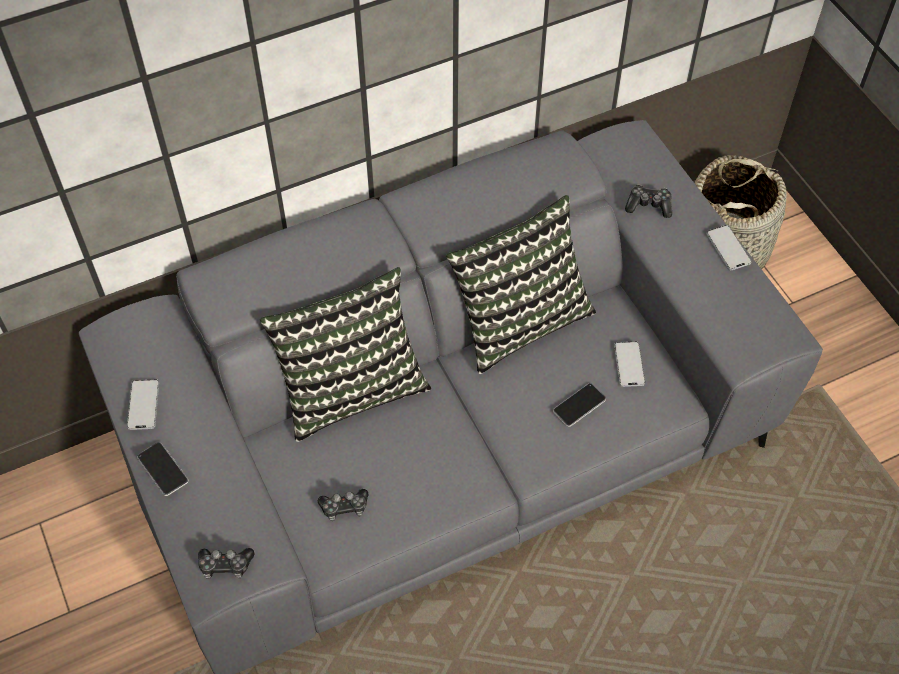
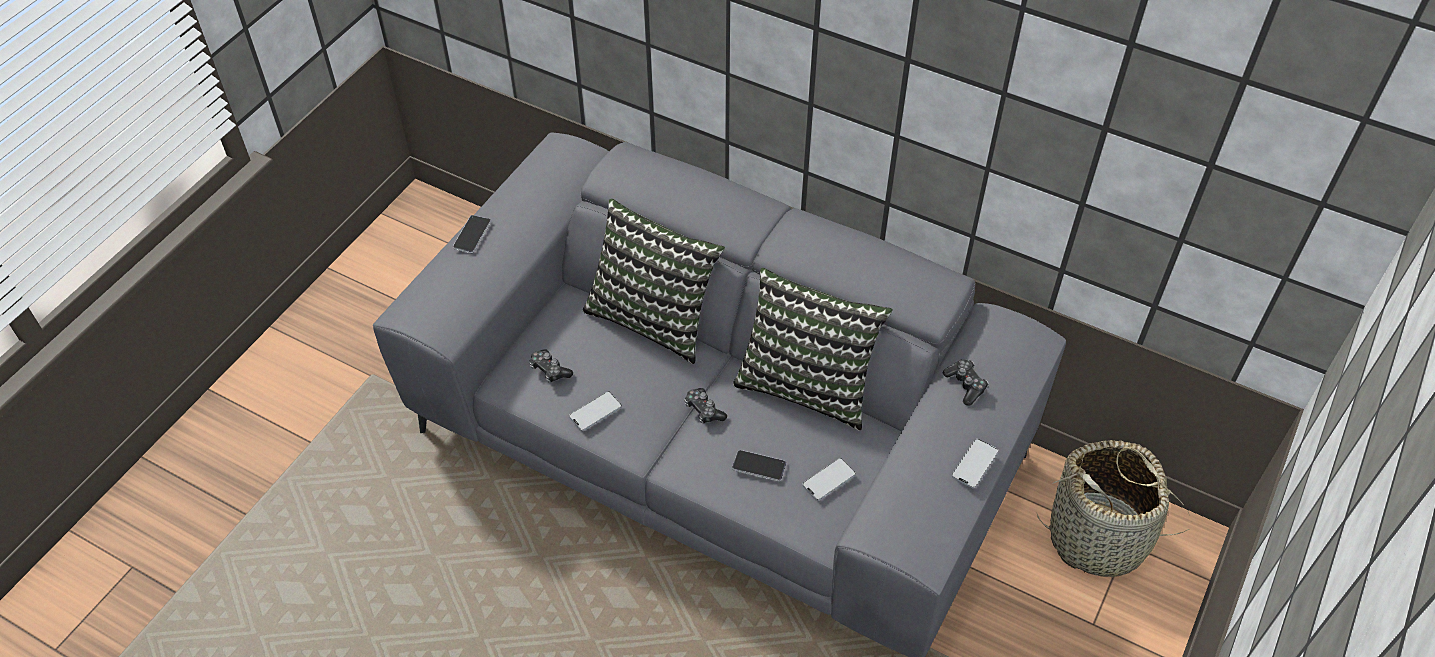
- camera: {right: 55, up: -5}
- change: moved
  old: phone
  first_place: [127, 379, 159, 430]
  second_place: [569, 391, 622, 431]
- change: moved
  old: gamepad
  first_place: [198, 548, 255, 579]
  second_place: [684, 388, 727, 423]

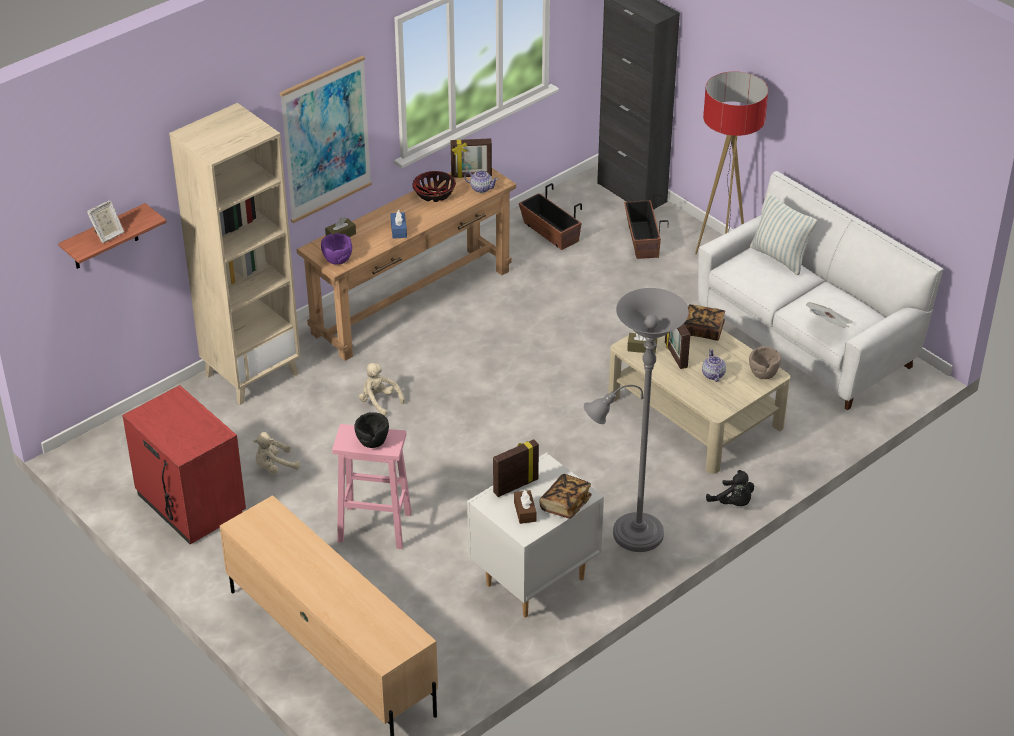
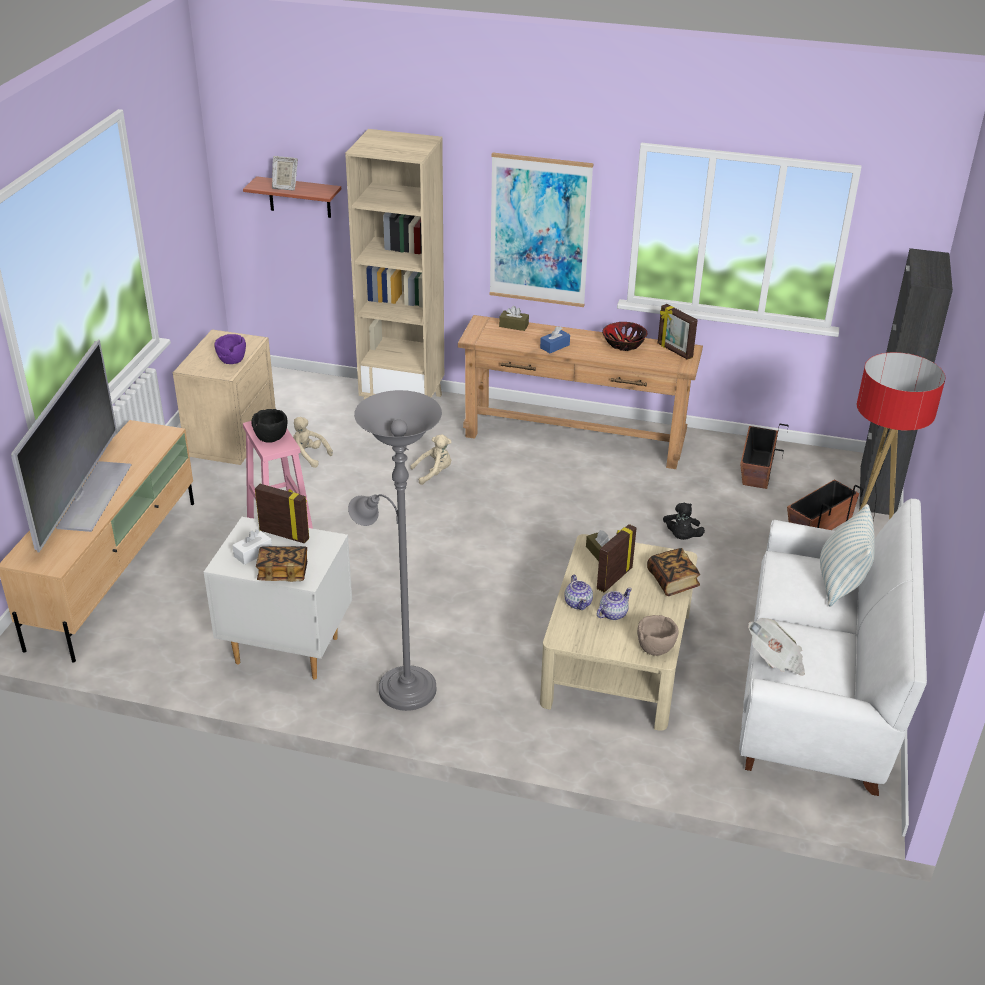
- camera: {right: 55, up: -5}
- change: added
  new: TV
  second_place: [11, 340, 132, 553]
- change: moved
  old: purplish serving bowl
  first_place: [321, 233, 352, 264]
  second_place: [214, 334, 246, 364]
- change: moved
  old: pot for tea
  first_place: [464, 170, 498, 193]
  second_place: [564, 575, 593, 610]
- change: moved
  old: black cuddly toy
  first_place: [706, 470, 754, 506]
  second_place: [663, 502, 705, 540]
- change: recoloured
  old: red bedside table
  new: beige bedside table
  first_place: [122, 385, 246, 544]
  second_place: [173, 330, 276, 465]
- change: recoloured
  old: brown tissue holder
  new: white-coloured tissue holder
  first_place: [514, 489, 536, 524]
  second_place: [232, 530, 272, 565]
- change: turned
  old: beige cuddly toy
  first_place: [359, 363, 405, 416]
  second_place: [410, 434, 451, 485]
  degrees: 60

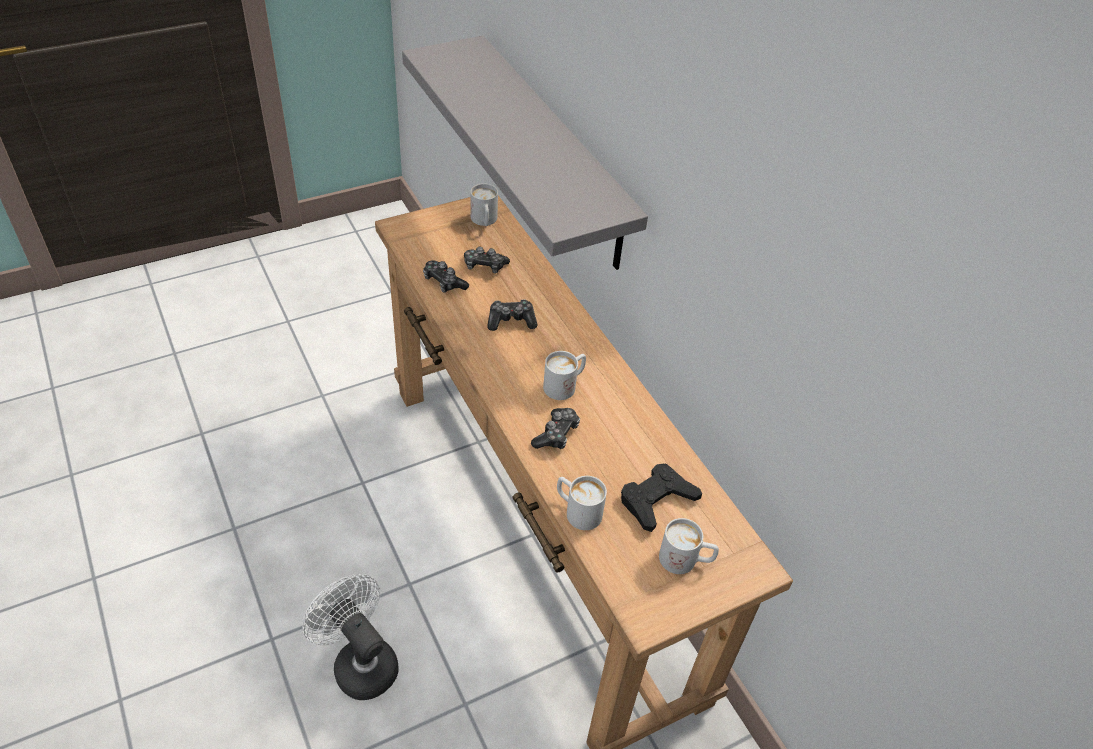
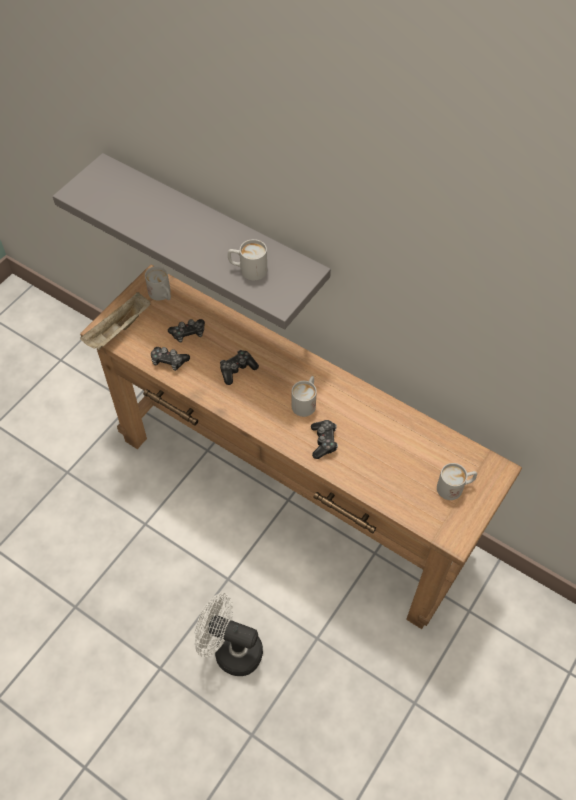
- camera: {right: -25, up: 10}
- change: removed
  old: black gamepad
  first_place: [621, 463, 702, 532]
- change: added
  new: beige carrying tray
  second_place: [80, 292, 151, 350]
- change: moved
  old: white-coloured coffee mug
  first_place: [557, 476, 607, 530]
  second_place: [228, 239, 267, 280]

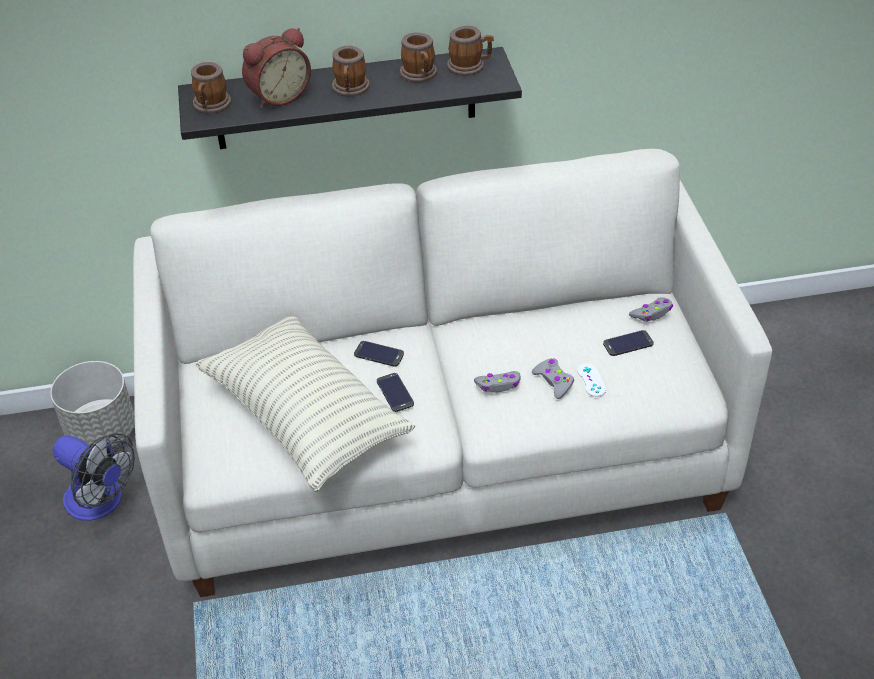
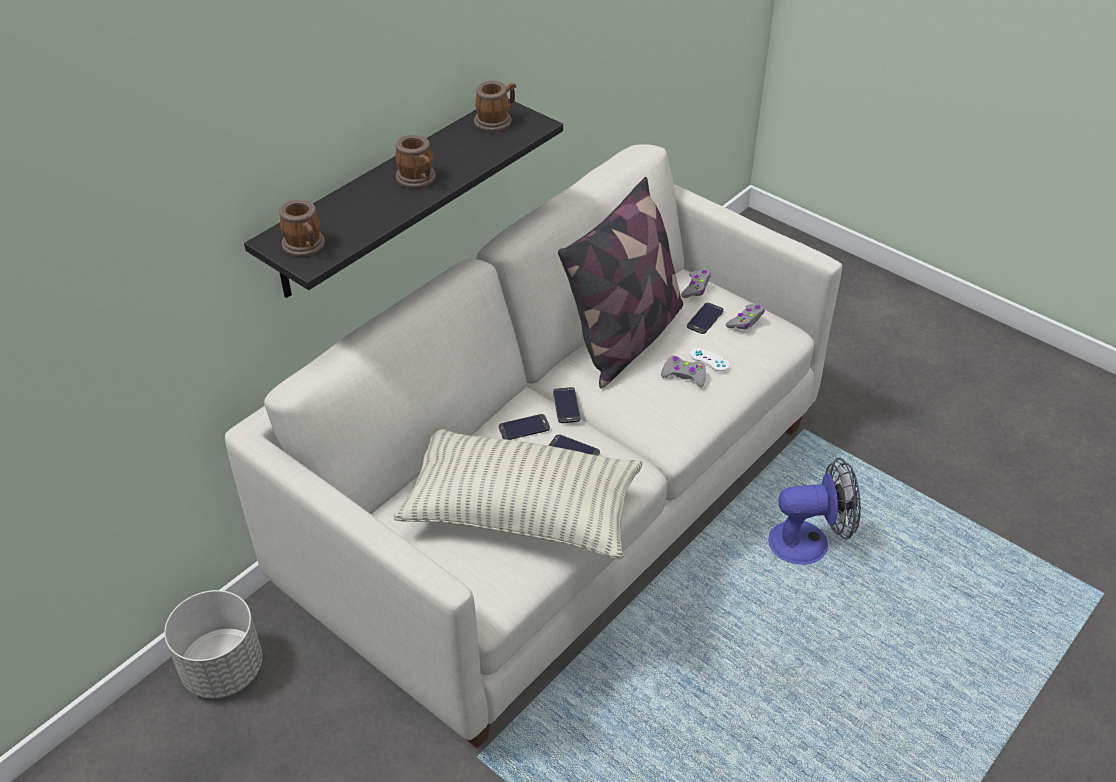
- camera: {right: -40, up: 0}
- change: removed
  old: bedside clock
  first_place: [242, 28, 311, 108]
- change: removed
  old: coffee mug
  first_place: [400, 32, 437, 83]
- change: added
  new: phone
  second_place: [553, 387, 580, 423]
- change: added
  new: pillow
  second_place: [558, 177, 683, 389]
- change: moved
  old: electric fan
  first_place: [53, 433, 135, 521]
  second_place: [768, 458, 861, 565]
- change: moved
  old: greyish gamepad
  first_place: [474, 371, 521, 393]
  second_place: [725, 304, 764, 329]

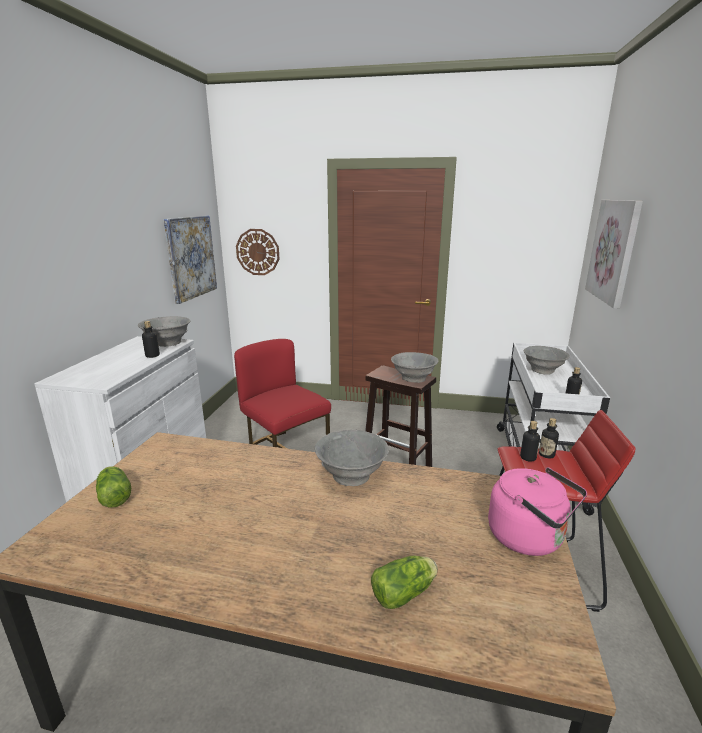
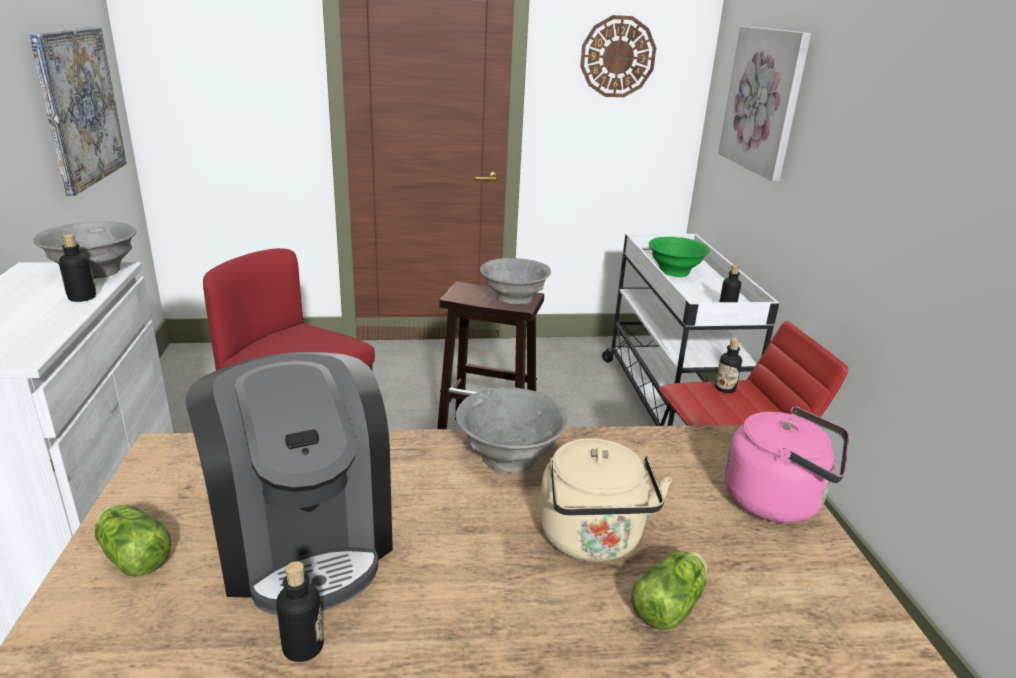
- camera: {right: -20, up: 5}
- change: added
  new: coffee machine
  second_place: [186, 352, 393, 614]
- change: added
  new: beige tea kettle
  second_place: [539, 438, 672, 562]
- change: moved
  old: wall clock
  first_place: [236, 229, 279, 275]
  second_place: [580, 15, 656, 97]
- change: moved
  old: bottle
  first_place: [520, 421, 540, 462]
  second_place: [276, 561, 324, 662]
- change: recoloured
  old: greyish serving bowl
  new: green-coloured serving bowl
  first_place: [524, 346, 570, 375]
  second_place: [649, 237, 710, 277]

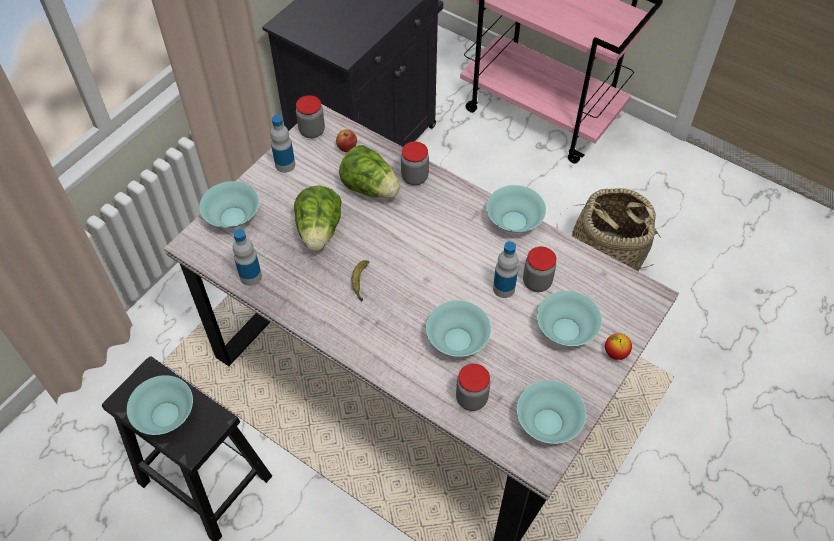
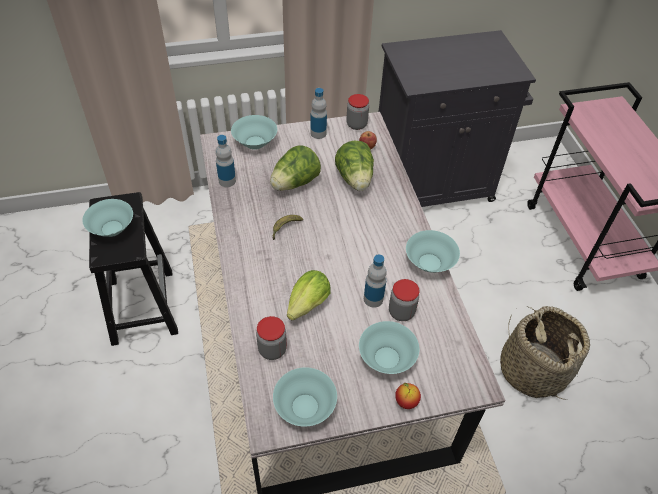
- camera: {right: 40, up: -5}
- change: removed
  old: storage jar
  first_place: [401, 141, 429, 185]
- change: replaced
  old: turquoise serving bowl
  new: lettuce
  first_place: [426, 300, 491, 357]
  second_place: [287, 270, 330, 320]

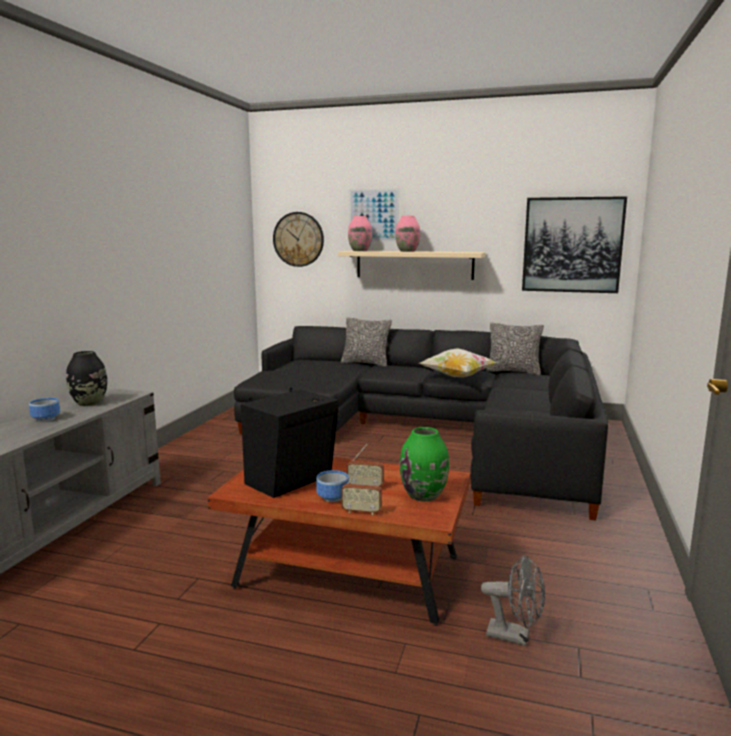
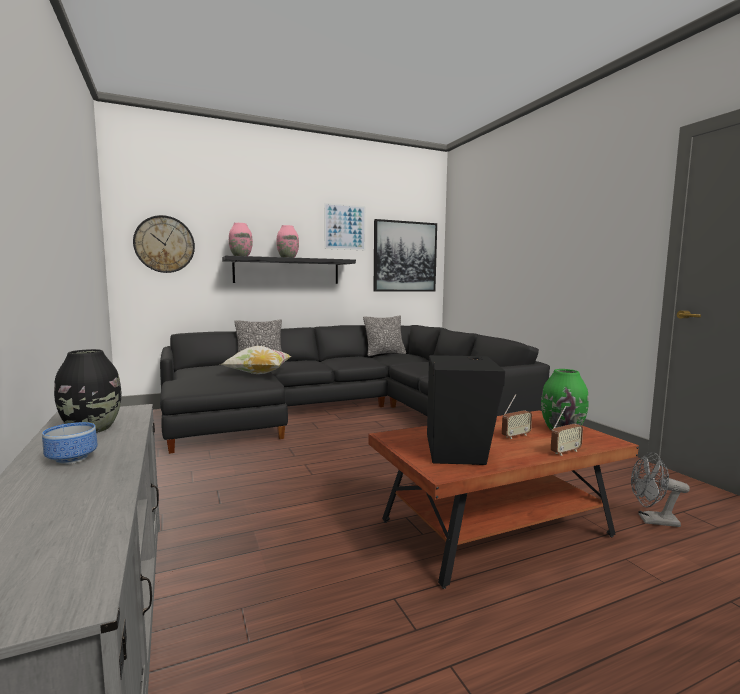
- camera: {right: -40, up: -5}
- change: removed
  old: serving bowl
  first_place: [316, 470, 349, 502]
- change: moved
  old: wall picture
  first_place: [349, 188, 399, 242]
  second_place: [324, 203, 366, 250]
- change: moved
  old: pillow
  first_place: [420, 348, 497, 377]
  second_place: [221, 346, 291, 374]
- change: recoloured
  old: beige shelf
  new: black shelf
  first_place: [338, 251, 486, 280]
  second_place: [222, 256, 356, 284]
- change: turned
  old: greyish electric fan
  first_place: [481, 555, 545, 646]
  second_place: [631, 452, 690, 527]
  degrees: -150

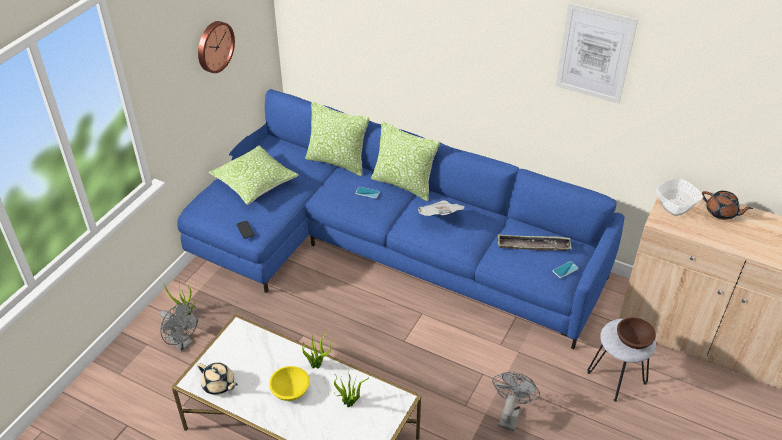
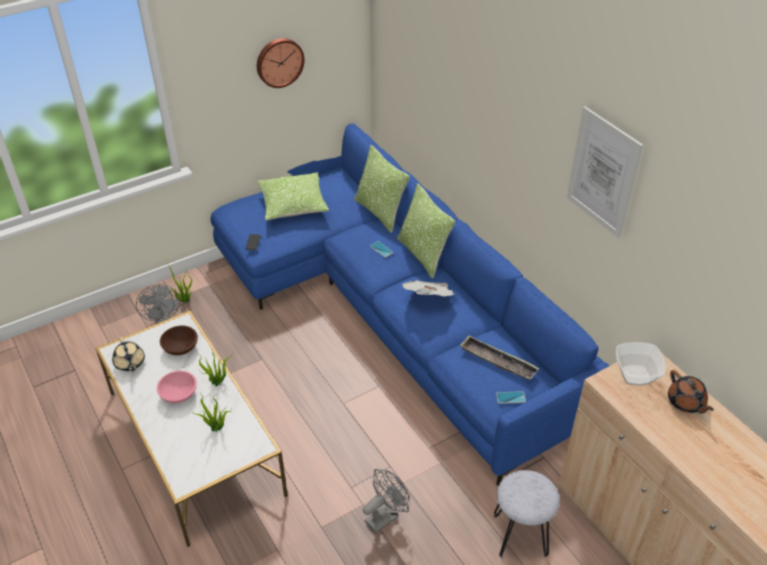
- camera: {right: 30, up: 0}
- change: moved
  old: brown serving bowl
  first_place: [617, 317, 656, 349]
  second_place: [160, 326, 198, 355]
- change: recoloured
  old: yellow serving bowl
  new: pink serving bowl
  first_place: [269, 366, 310, 401]
  second_place: [157, 371, 197, 403]

